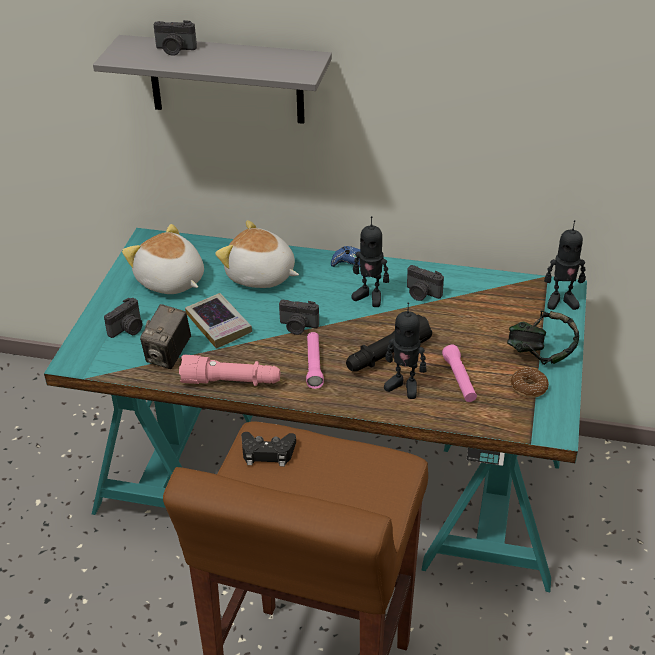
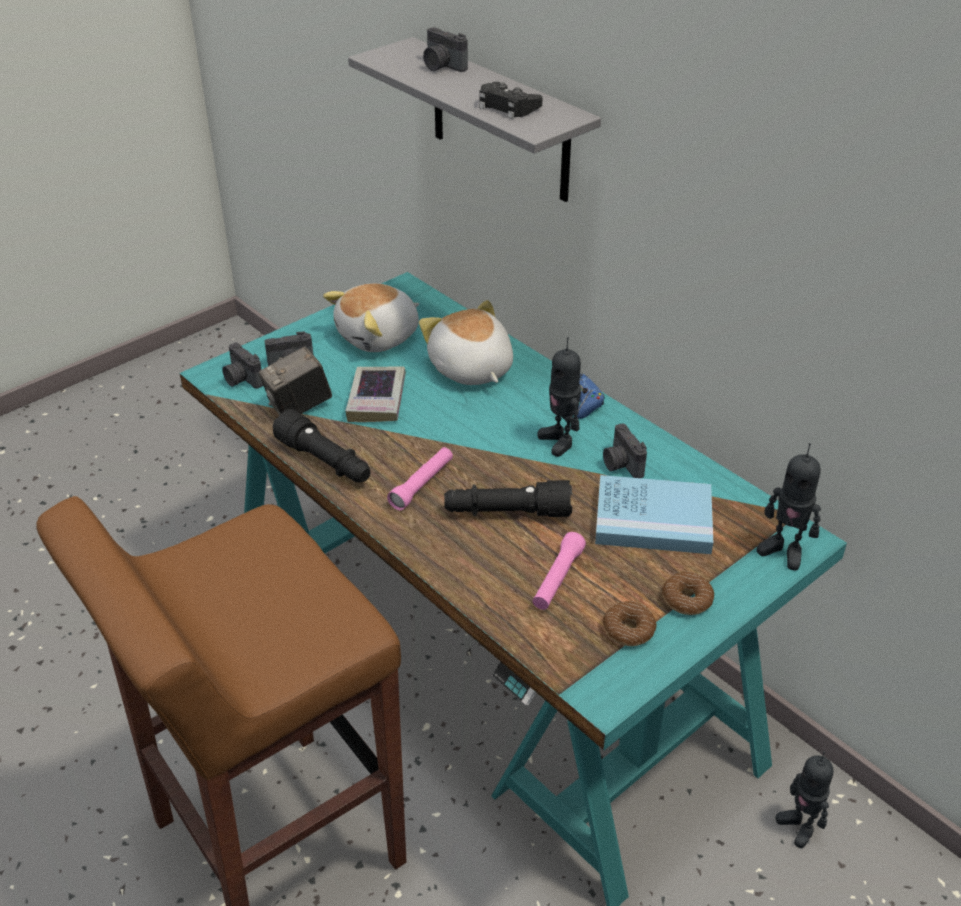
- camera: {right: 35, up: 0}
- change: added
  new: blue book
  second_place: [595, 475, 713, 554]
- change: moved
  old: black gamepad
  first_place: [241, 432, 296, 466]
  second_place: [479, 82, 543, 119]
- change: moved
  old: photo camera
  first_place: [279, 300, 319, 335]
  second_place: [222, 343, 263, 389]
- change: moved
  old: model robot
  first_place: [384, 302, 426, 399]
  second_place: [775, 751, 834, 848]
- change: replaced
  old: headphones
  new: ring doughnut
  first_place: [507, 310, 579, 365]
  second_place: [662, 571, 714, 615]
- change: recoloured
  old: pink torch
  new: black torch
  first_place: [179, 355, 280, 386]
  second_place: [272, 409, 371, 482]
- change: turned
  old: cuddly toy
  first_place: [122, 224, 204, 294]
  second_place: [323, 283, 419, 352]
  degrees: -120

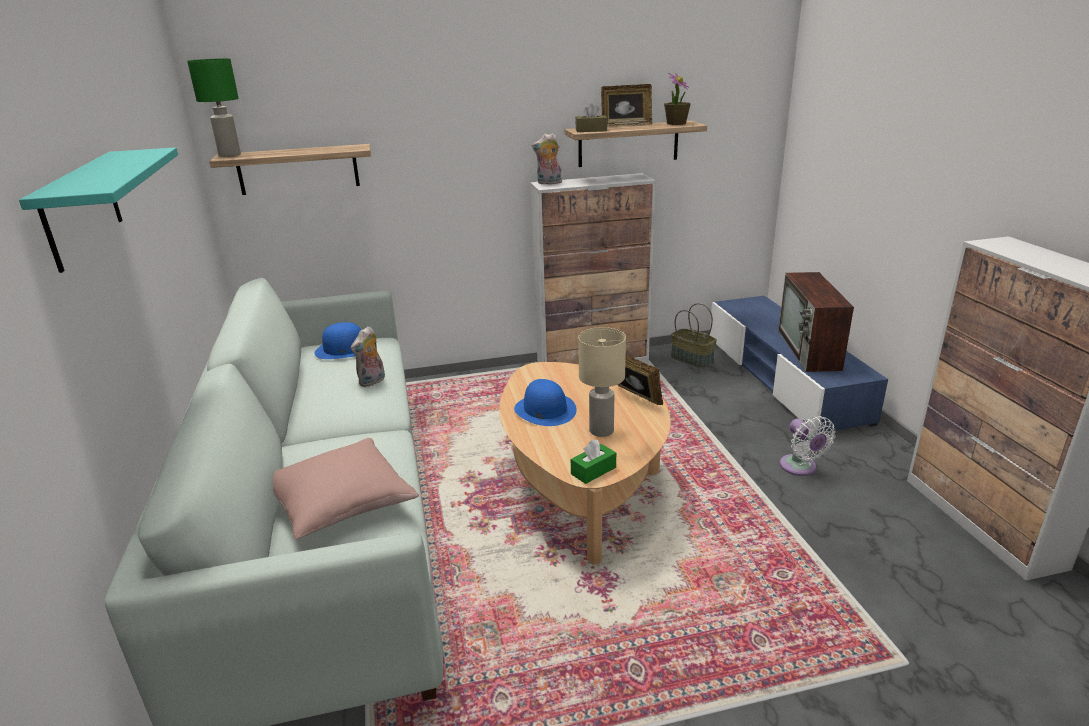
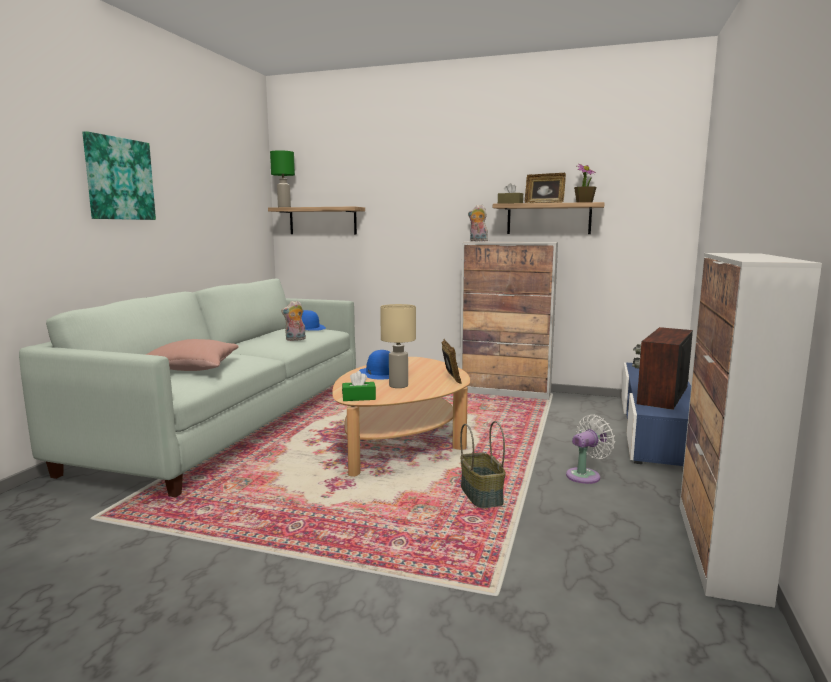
- camera: {right: 30, up: -15}
- change: moved
  old: basket
  first_place: [671, 303, 717, 368]
  second_place: [460, 421, 506, 508]
- change: replaced
  old: turquoise shelf
  new: wall picture
  first_place: [19, 147, 178, 273]
  second_place: [82, 131, 156, 220]
- change: turned
  old: white-coloured electric fan
  first_place: [780, 416, 836, 476]
  second_place: [566, 415, 615, 484]
  degrees: -135

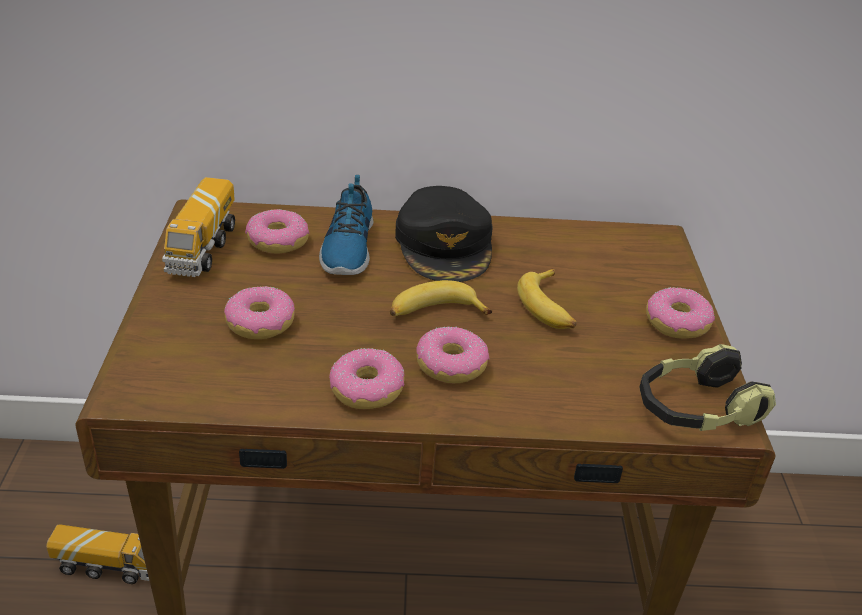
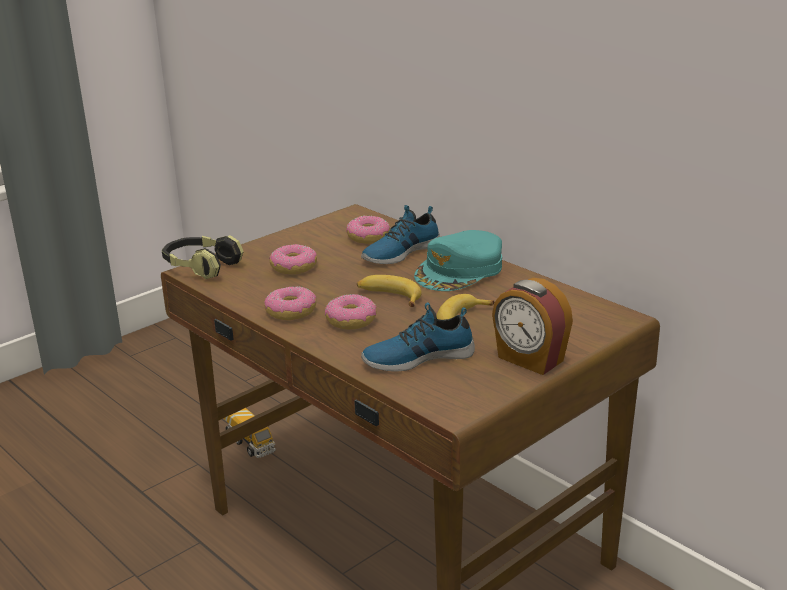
- camera: {right: 50, up: -10}
- change: removed
  old: toy lorry
  first_place: [162, 177, 235, 277]
- change: added
  new: low shoe
  second_place: [361, 302, 475, 372]
- change: moved
  old: headphones
  first_place: [639, 344, 776, 431]
  second_place: [162, 235, 244, 279]
- change: replaced
  old: ring doughnut
  new: bedside clock
  first_place: [646, 287, 715, 339]
  second_place: [492, 278, 573, 375]
- change: recoloured
  old: black peaked cap
  new: turquoise peaked cap
  first_place: [395, 186, 493, 282]
  second_place: [414, 230, 502, 291]

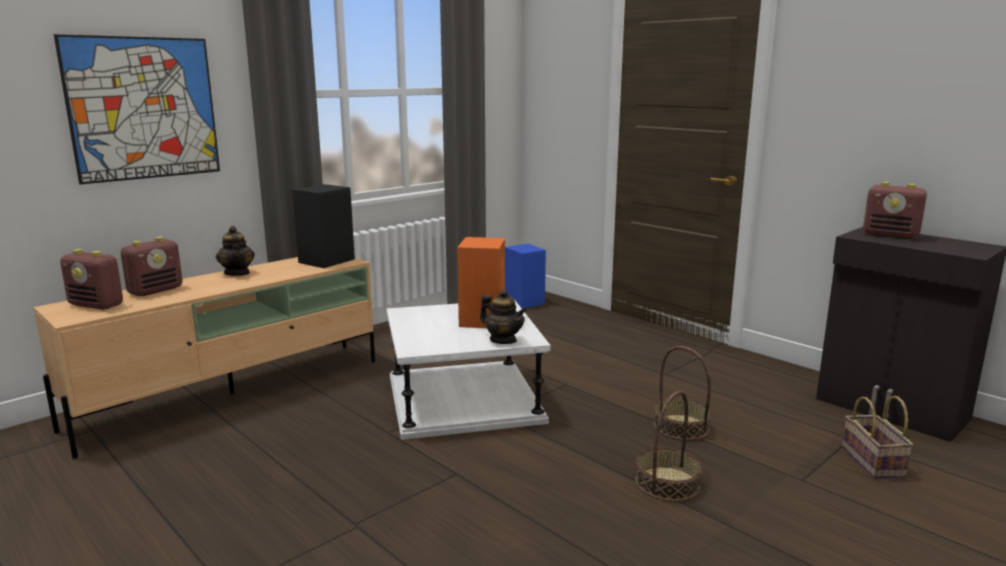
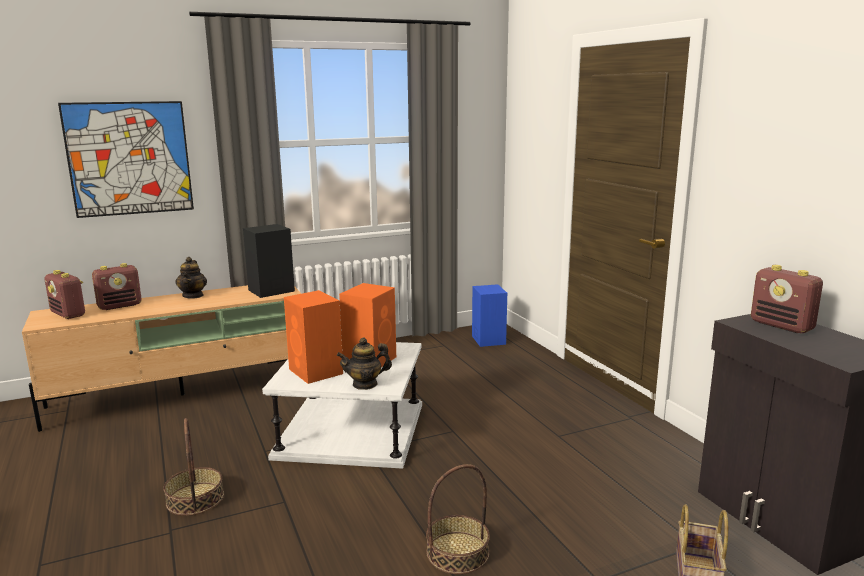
- camera: {right: 20, up: 0}
- change: added
  new: orange-coloured speaker
  second_place: [284, 290, 343, 384]
- change: moved
  old: basket
  first_place: [654, 346, 711, 440]
  second_place: [163, 418, 224, 516]
- change: turned
  old: pot for tea
  first_place: [480, 289, 527, 344]
  second_place: [337, 337, 392, 390]
  degrees: 105

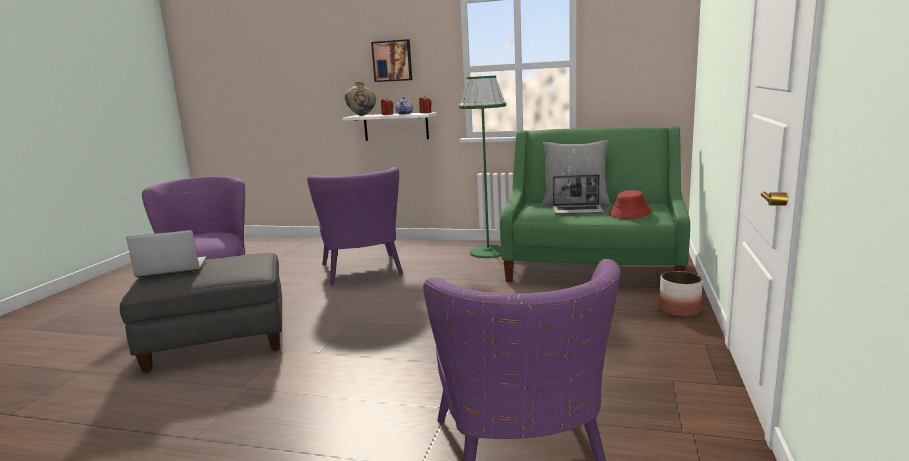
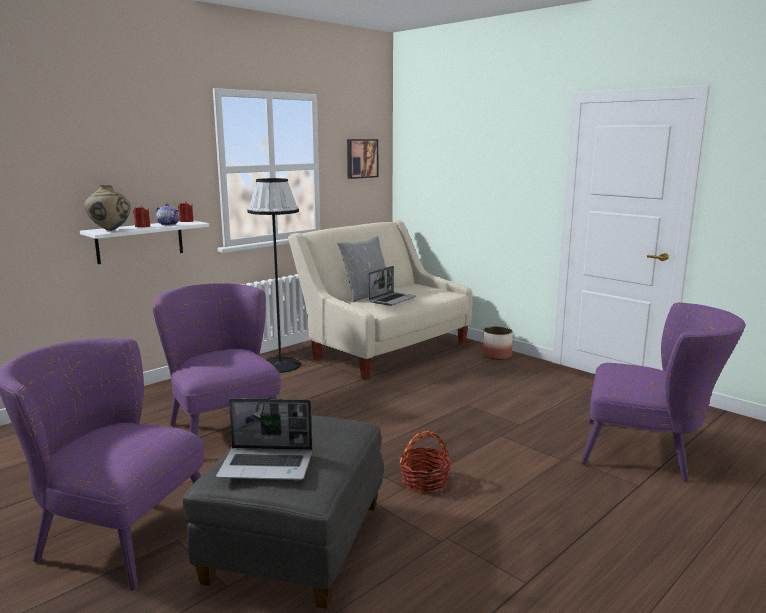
- camera: {right: -60, up: 0}
- change: removed
  old: red wearable hat
  first_place: [608, 190, 652, 219]
- change: added
  new: basket
  second_place: [399, 431, 451, 493]
- change: moved
  old: wall picture
  first_place: [371, 39, 412, 82]
  second_place: [347, 139, 378, 179]
- change: recoloured
  old: green-coloured standing lamp
  new: black standing lamp
  first_place: [459, 76, 506, 258]
  second_place: [247, 178, 301, 373]
- change: recoloured
  old: green-coloured settee
  new: beige settee
  first_place: [500, 126, 690, 282]
  second_place: [288, 220, 473, 380]
- change: turned
  old: laptop
  first_place: [126, 230, 206, 278]
  second_place: [216, 398, 313, 480]
  degrees: -105
- change: turned
  old: purplish easy chair
  first_place: [307, 167, 403, 285]
  second_place: [153, 283, 281, 435]
  degrees: -135

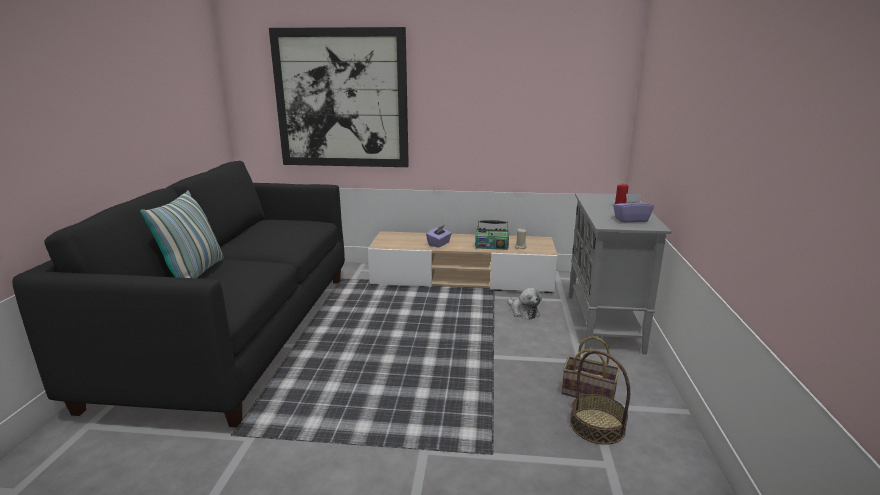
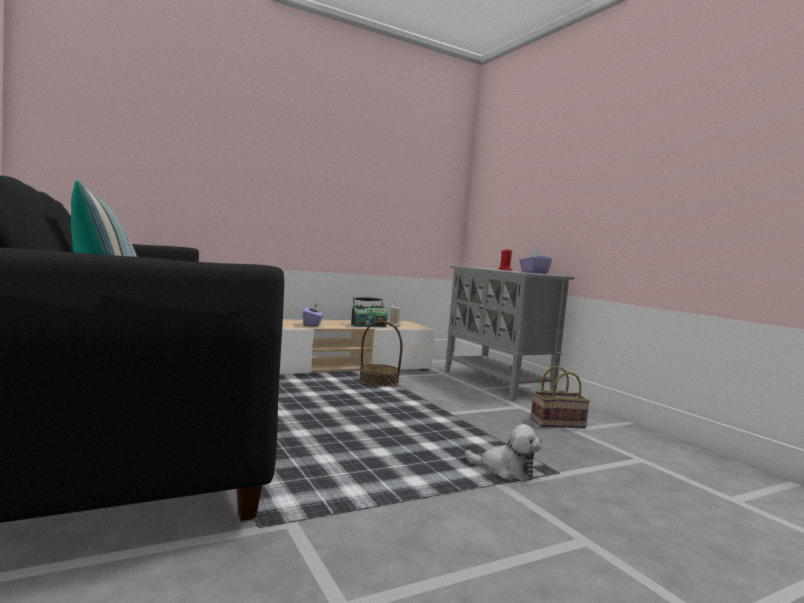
- camera: {right: -35, up: -15}
- change: removed
  old: wall picture
  first_place: [269, 27, 409, 167]
- change: moved
  old: cuddly toy
  first_place: [507, 288, 542, 319]
  second_place: [465, 424, 542, 481]
- change: moved
  old: basket
  first_place: [570, 350, 630, 445]
  second_place: [359, 321, 403, 387]

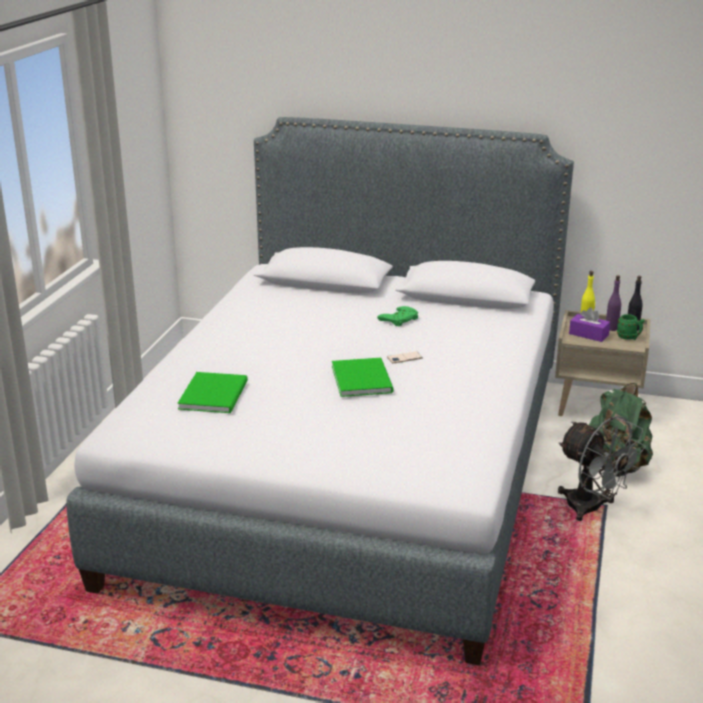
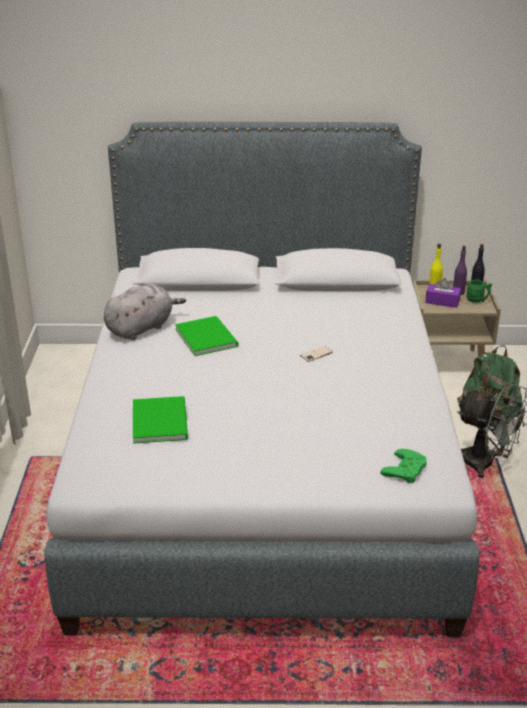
- camera: {right: -15, up: 5}
- change: added
  new: greyish cuddly toy
  second_place: [104, 284, 186, 340]
- change: moved
  old: green-coloured book
  first_place: [332, 358, 394, 397]
  second_place: [175, 316, 239, 356]
- change: moved
  old: green-coloured gamepad
  first_place: [377, 306, 418, 327]
  second_place: [380, 449, 427, 483]

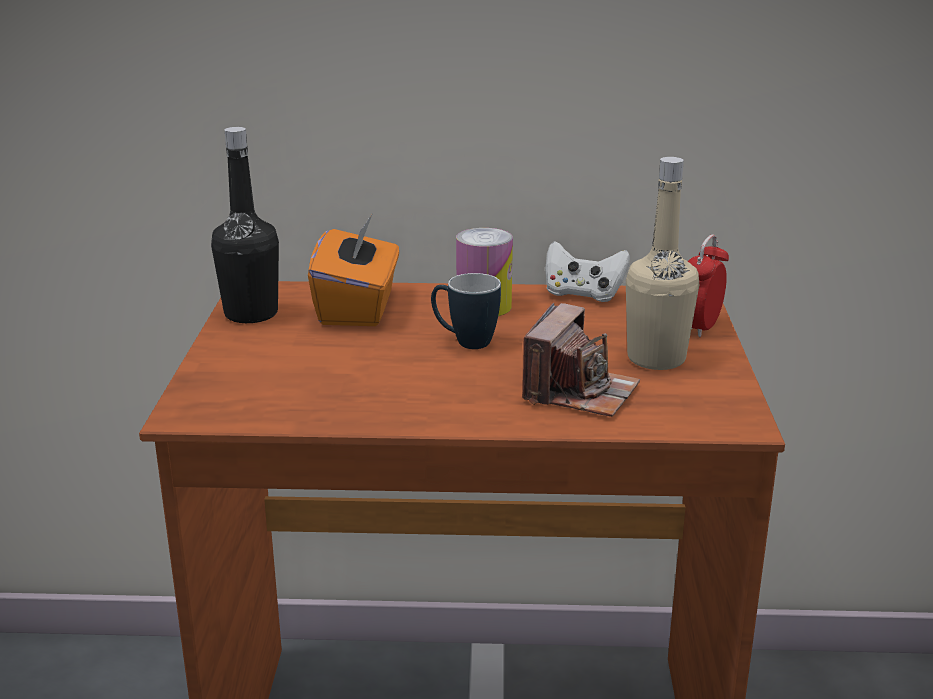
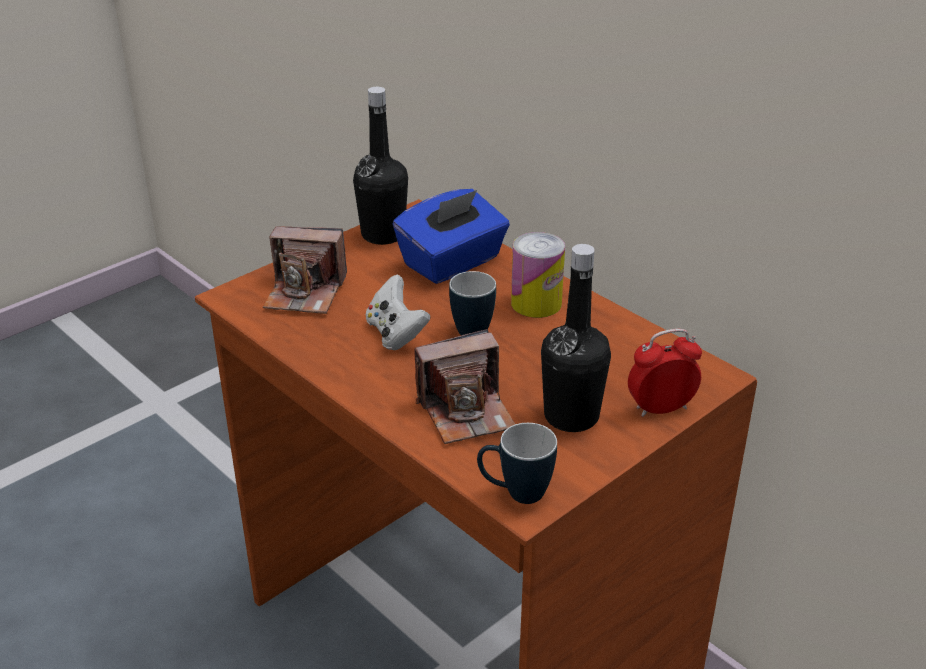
- camera: {right: 45, up: 10}
- change: added
  new: photo camera
  second_place: [263, 226, 347, 314]
- change: added
  new: coffee mug
  second_place: [477, 423, 557, 504]
- change: moved
  old: white-coloured gamepad
  first_place: [545, 241, 630, 302]
  second_place: [366, 274, 430, 350]
- change: recoloured
  old: orange-coloured tissue holder
  new: blue tissue holder
  first_place: [308, 215, 399, 326]
  second_place: [393, 189, 510, 284]
- change: recoloured
  old: beige bottle
  new: black bottle
  first_place: [626, 157, 699, 370]
  second_place: [541, 244, 611, 432]

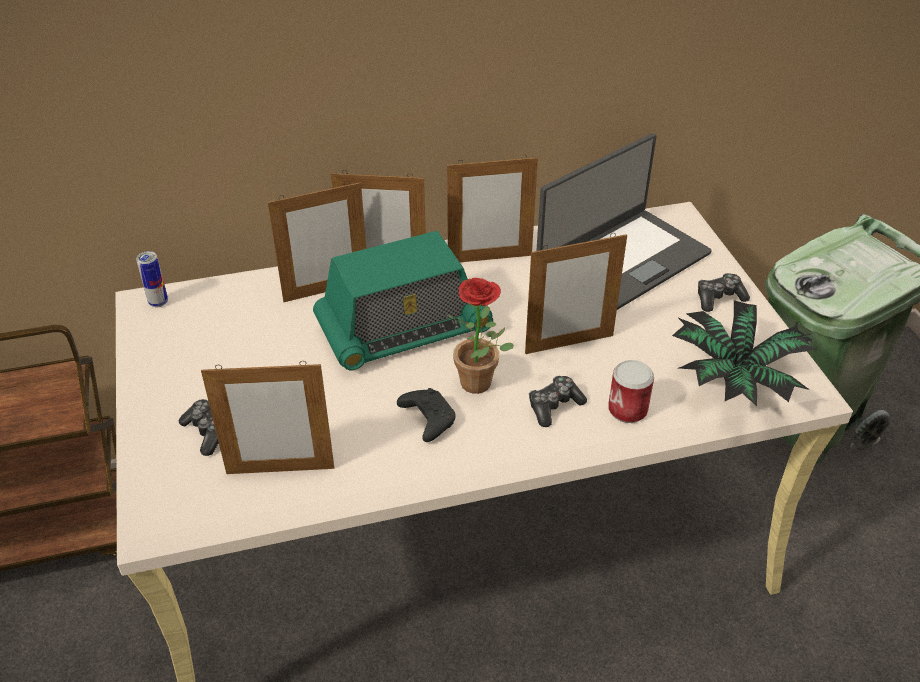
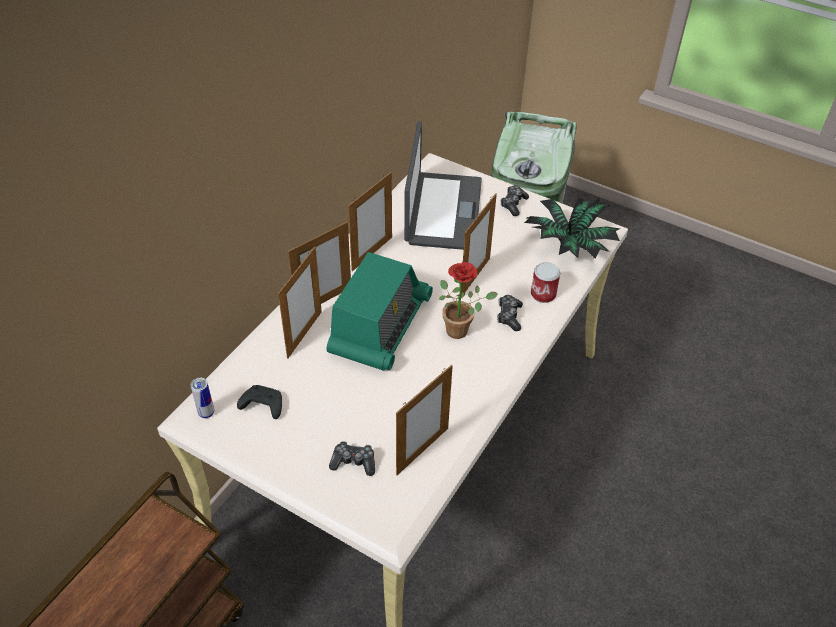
- camera: {right: -45, up: 5}
- change: moved
  old: black gamepad
  first_place: [397, 388, 456, 442]
  second_place: [237, 385, 282, 419]

